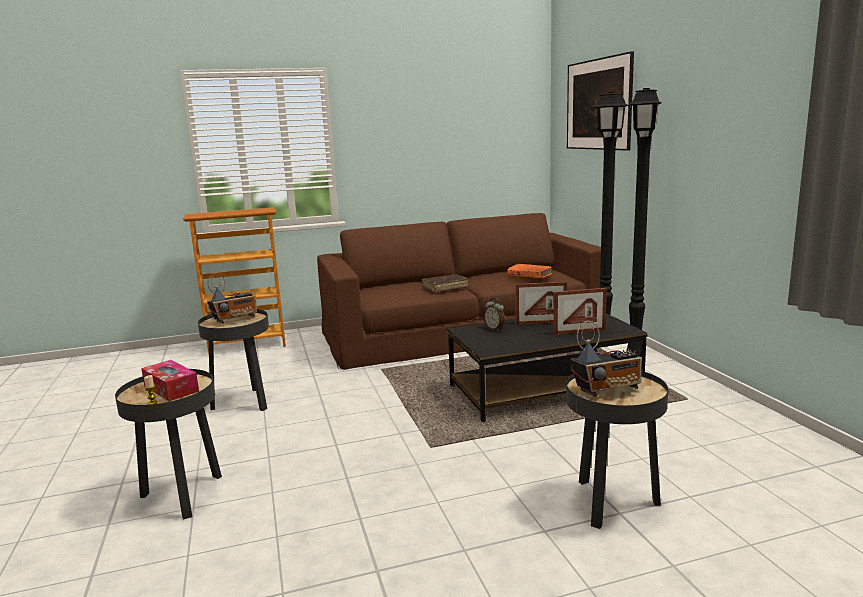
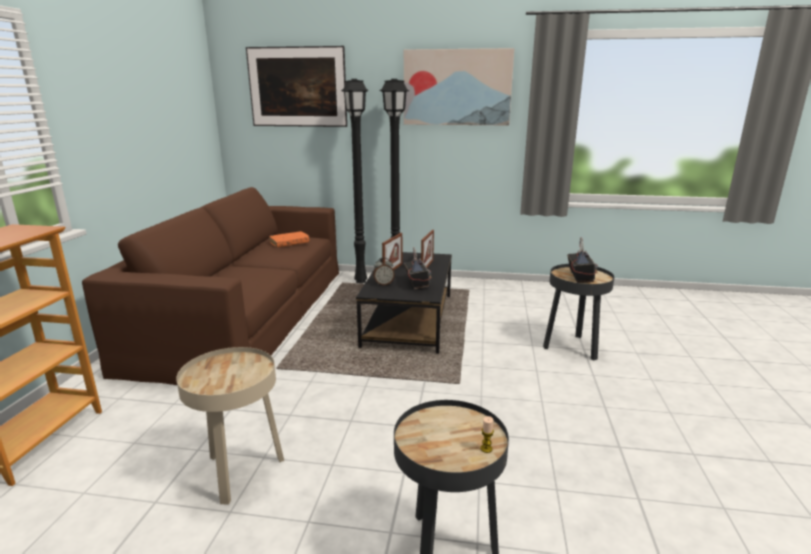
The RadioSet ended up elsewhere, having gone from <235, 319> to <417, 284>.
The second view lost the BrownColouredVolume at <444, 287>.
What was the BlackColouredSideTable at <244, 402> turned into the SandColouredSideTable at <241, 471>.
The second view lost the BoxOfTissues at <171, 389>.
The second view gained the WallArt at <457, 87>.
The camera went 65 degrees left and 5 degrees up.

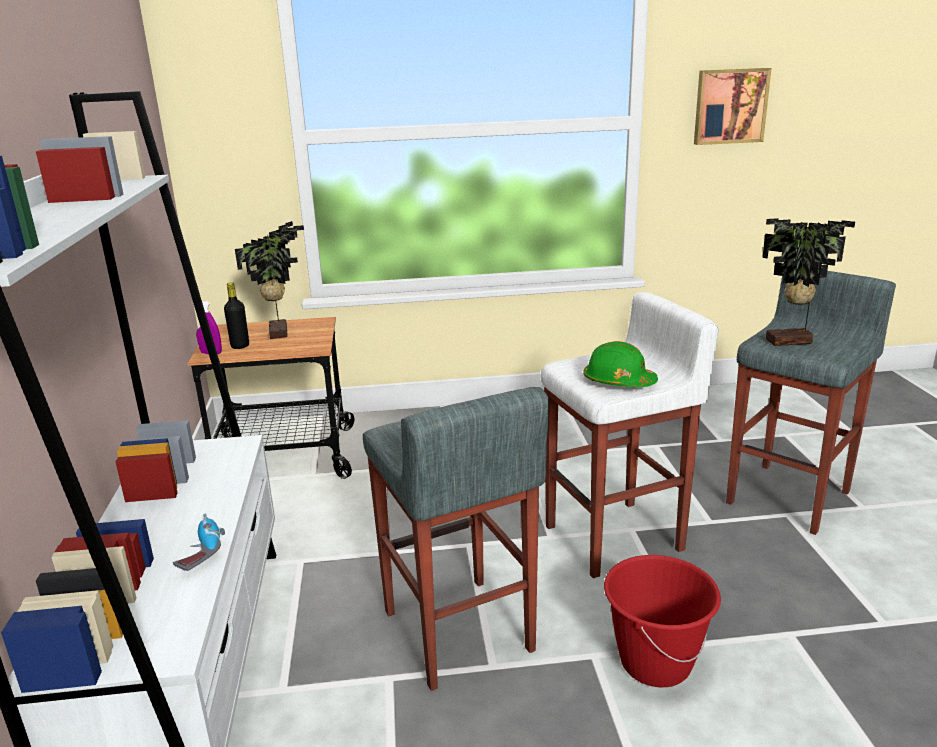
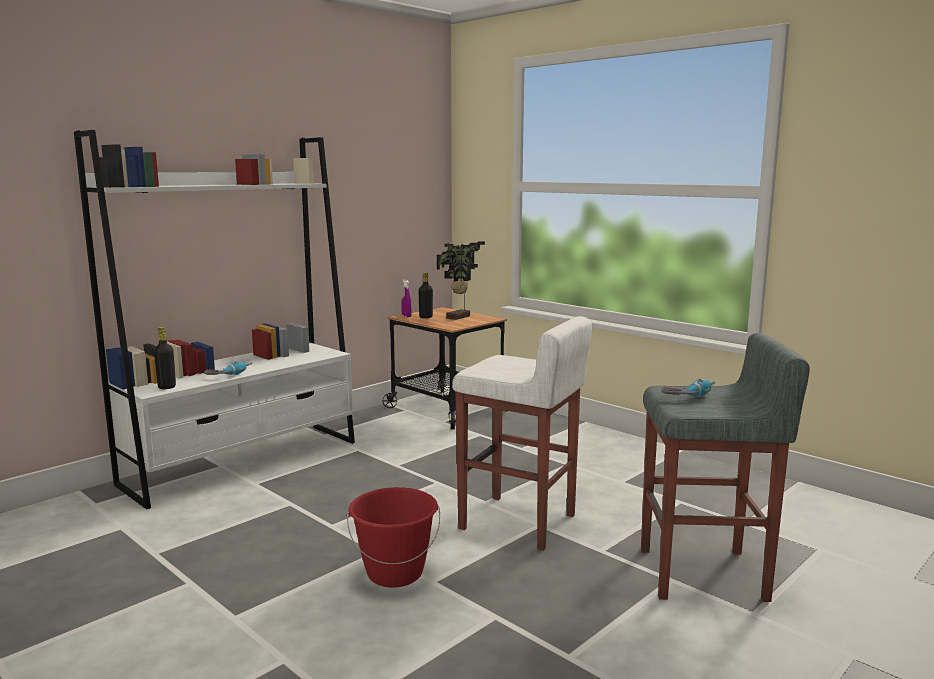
The second view lost the WallArt at <730, 106>.
Where the PottedPlant stood at <791, 342>, the PowerDrill came to stand at <689, 395>.
The second view lost the GreenColouredWorkHelmet at <618, 382>.
The second view lost the GreyishStoolSeat at <457, 632>.
The second view gained the BlackColouredBottle at <167, 387>.
The camera went 50 degrees right and 10 degrees down.

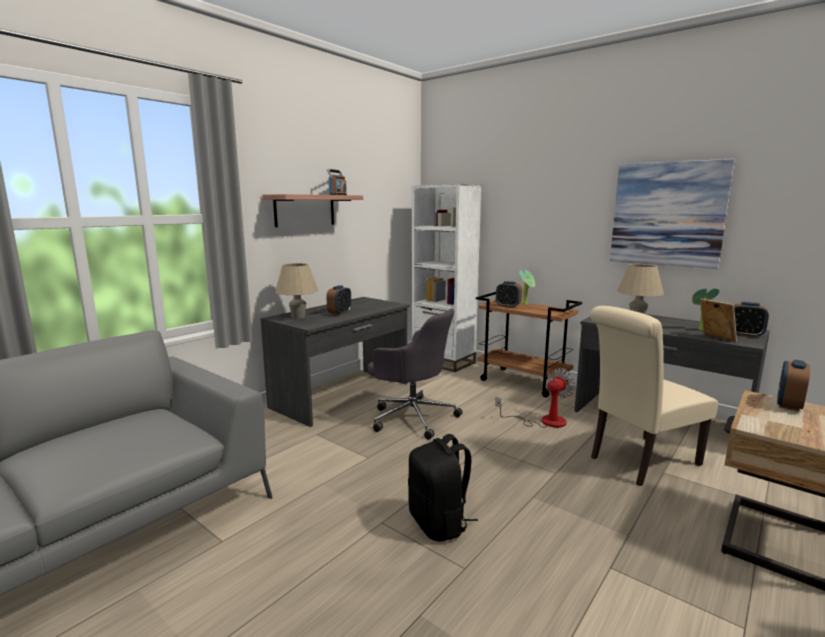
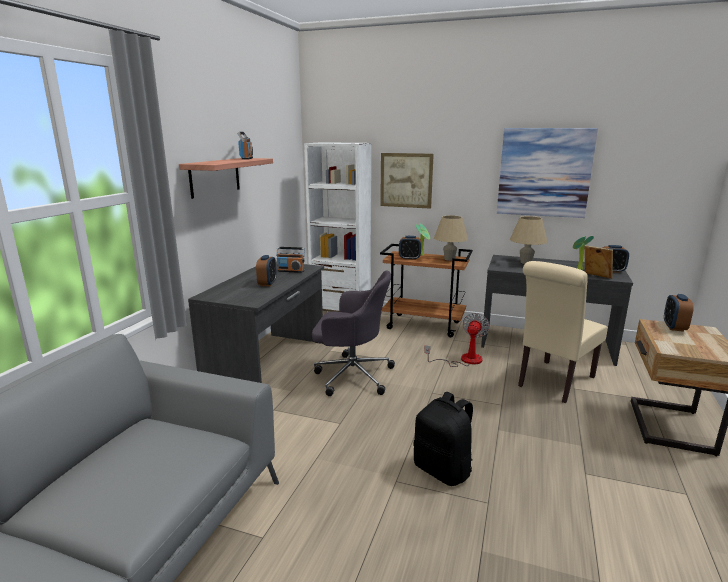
The SandColouredTableLamp ended up elsewhere, having gone from <298, 317> to <449, 259>.
The second view gained the WallArt at <406, 180>.
The second view gained the RadioSet at <291, 271>.
The camera went 20 degrees left and 5 degrees up.

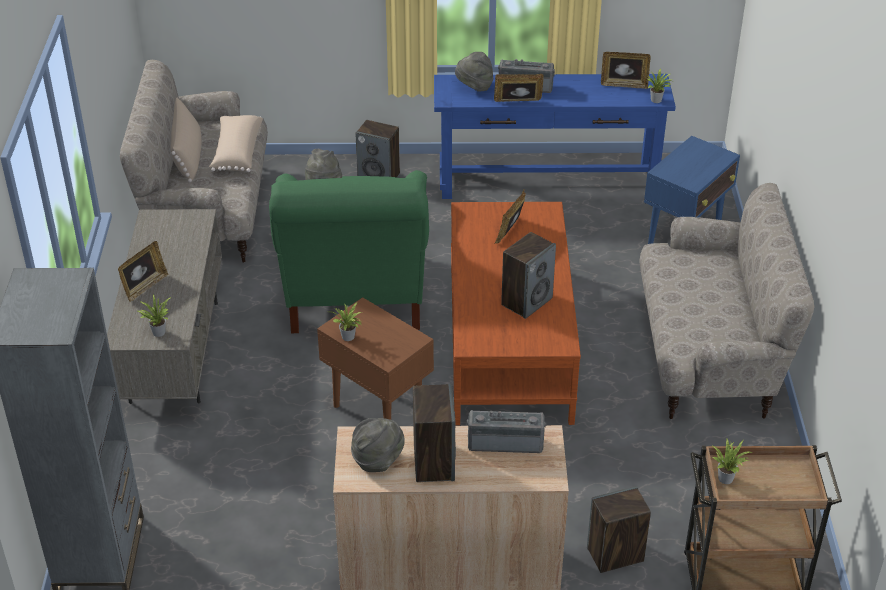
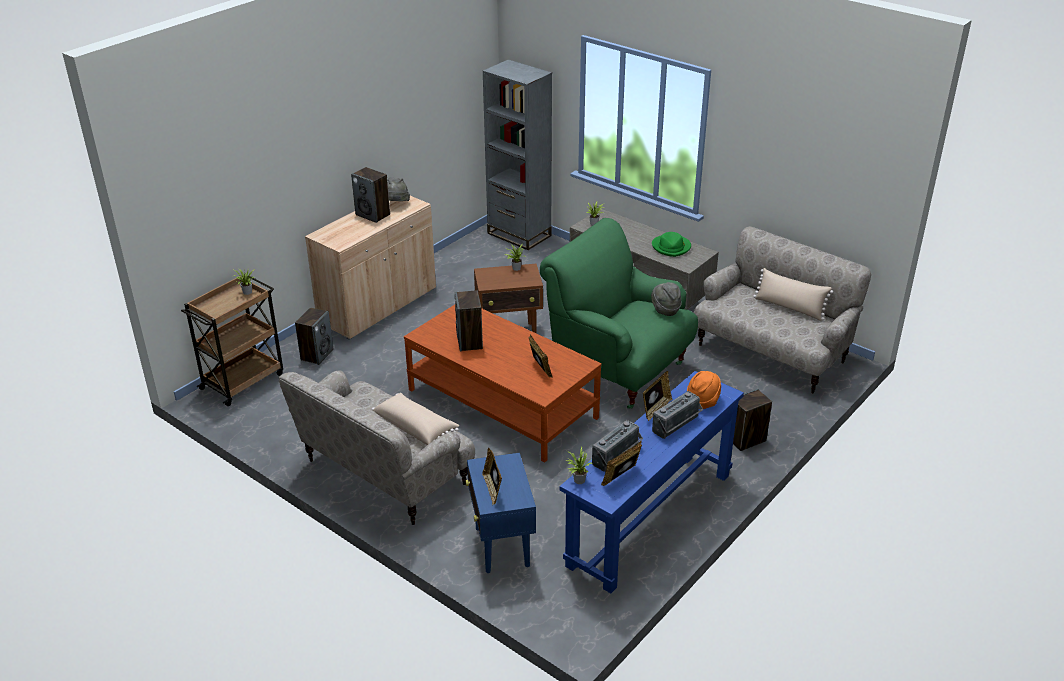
What was the GreyishWearableHat at <474, 87> turned into the OrangeyWearableHat at <703, 401>.
The SandColouredThrowPillow ended up elsewhere, having gone from <236, 153> to <416, 427>.
The StandingFrame ended up elsewhere, having gone from <144, 287> to <492, 489>.
The RadioSet ended up elsewhere, having gone from <505, 441> to <617, 457>.
The second view gained the GreenColouredWearableHat at <671, 247>.
The camera went 130 degrees right and 5 degrees down.

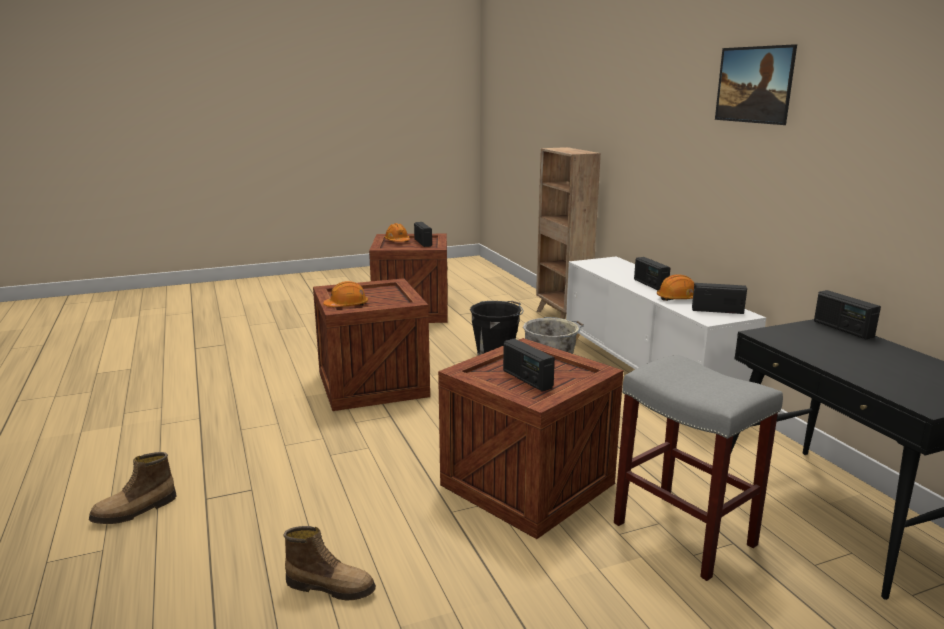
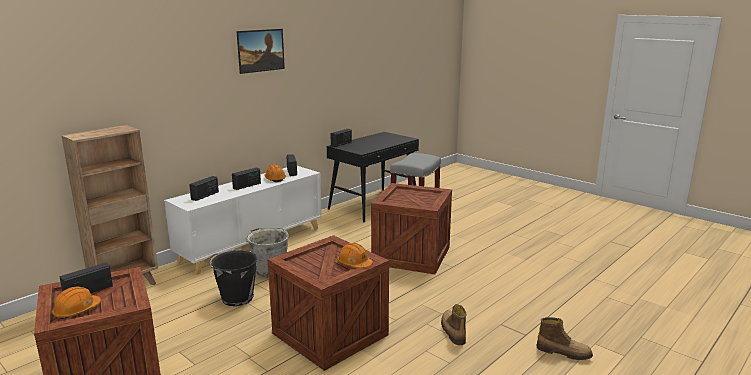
The RadioSet ended up elsewhere, having gone from <527, 379> to <205, 196>.
The TallBoot ended up elsewhere, having gone from <331, 586> to <452, 331>.
The camera went 115 degrees left and 0 degrees up.

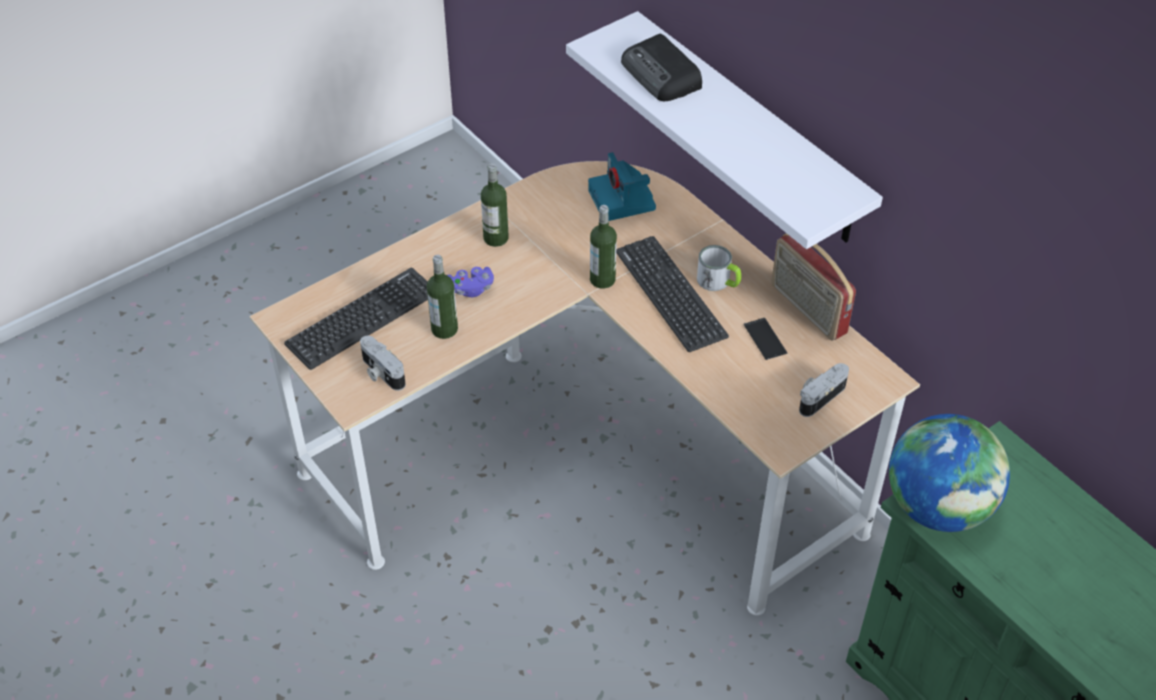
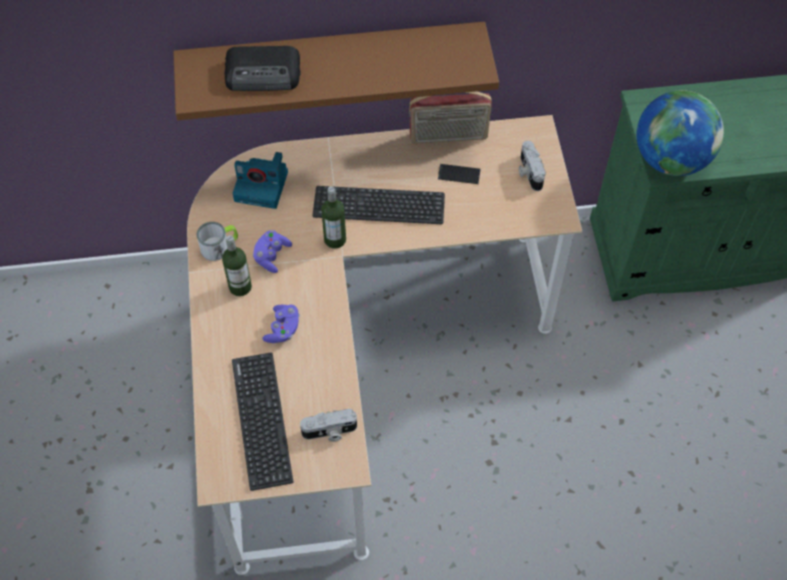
What was the WhiteShelf at <748, 129> turned into the BrownColouredShelf at <332, 60>.
The CoffeeMug ended up elsewhere, having gone from <718, 282> to <220, 247>.
The second view lost the Bottle at <444, 329>.
The second view gained the PurpleGameController at <272, 256>.
The camera went 60 degrees left and 10 degrees up.

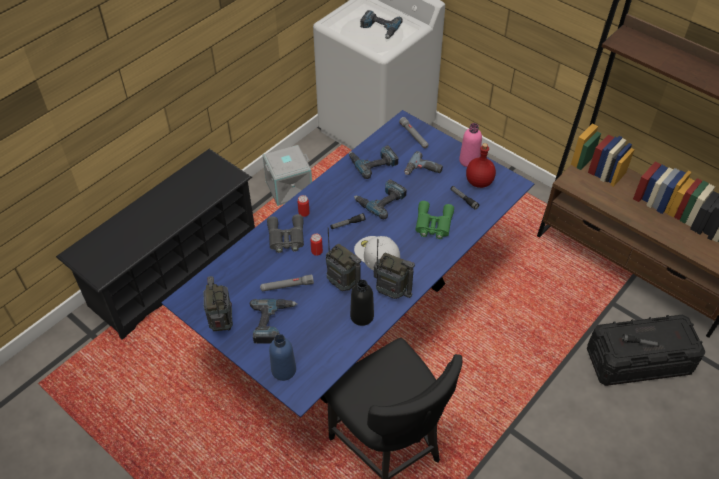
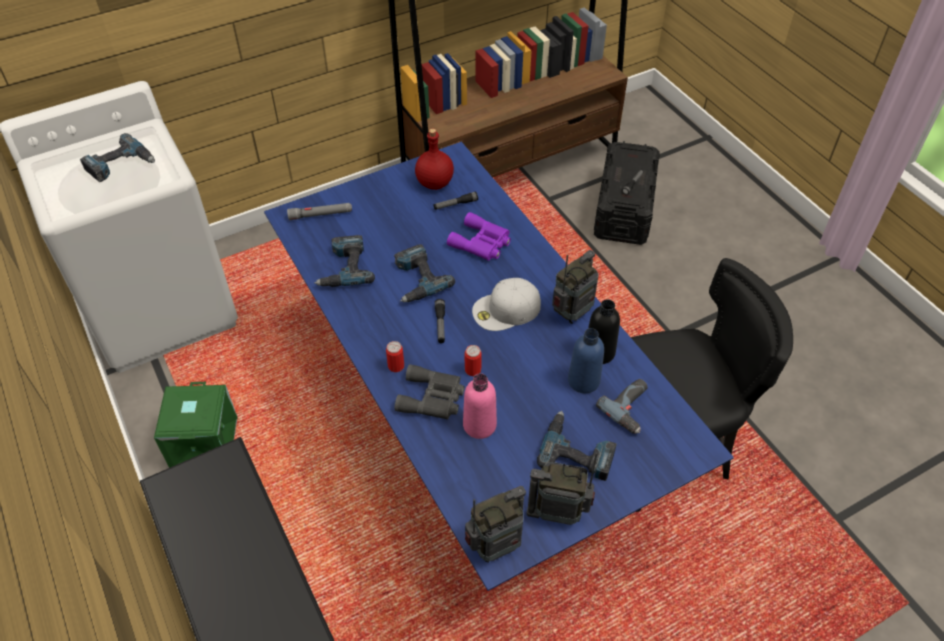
The PinkColouredBottle ended up elsewhere, having gone from <469, 161> to <479, 425>.
What was the GreyishStorageContainer at <289, 188> turned into the GreenColouredStorageContainer at <203, 443>.
The PowerDrill ended up elsewhere, having gone from <423, 171> to <631, 409>.
What was the GreenColouredPairOfBinoculars at <433, 224> turned into the PurplePairOfBinoculars at <481, 243>.
The RadioSet ended up elsewhere, having gone from <342, 284> to <495, 546>.
The second view lost the GreyishTorch at <287, 286>.
The BluishBottle ended up elsewhere, having gone from <283, 370> to <583, 381>.
The camera went 70 degrees left and 0 degrees up.

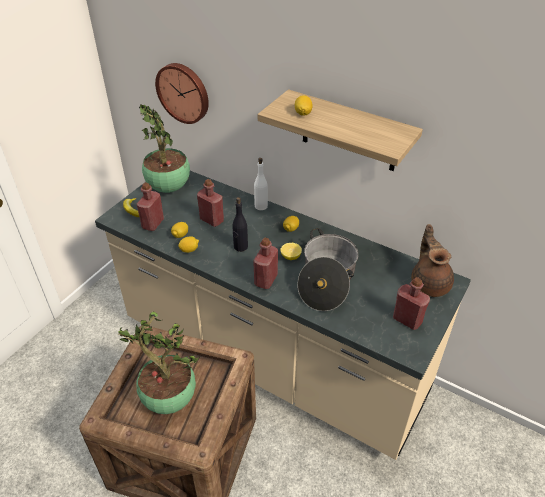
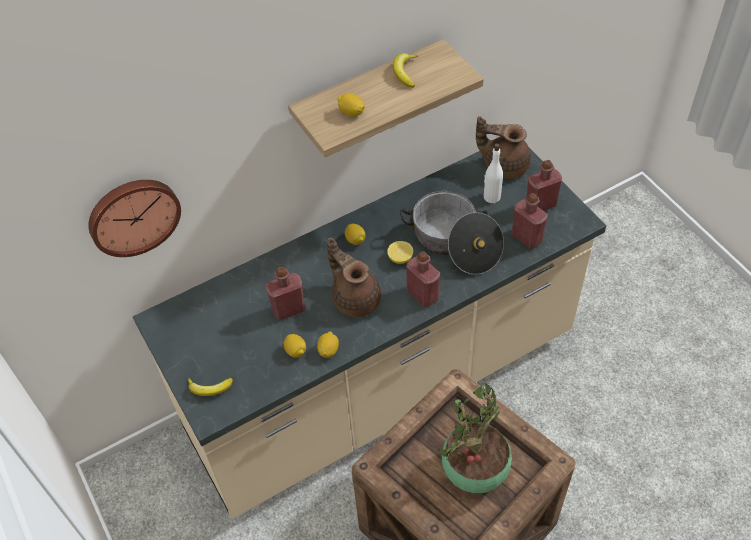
The second view lost the PottedPlant at <169, 188>.
The WhiteBottle ended up elsewhere, having gone from <261, 206> to <491, 197>.
The RedBottle ended up elsewhere, having gone from <153, 224> to <526, 237>.
Where the BlackColouredBottle stood at <240, 247>, the BrownColouredTeapot came to stand at <355, 298>.
The second view gained the Banana at <405, 72>.
The camera went 60 degrees left and 10 degrees up.

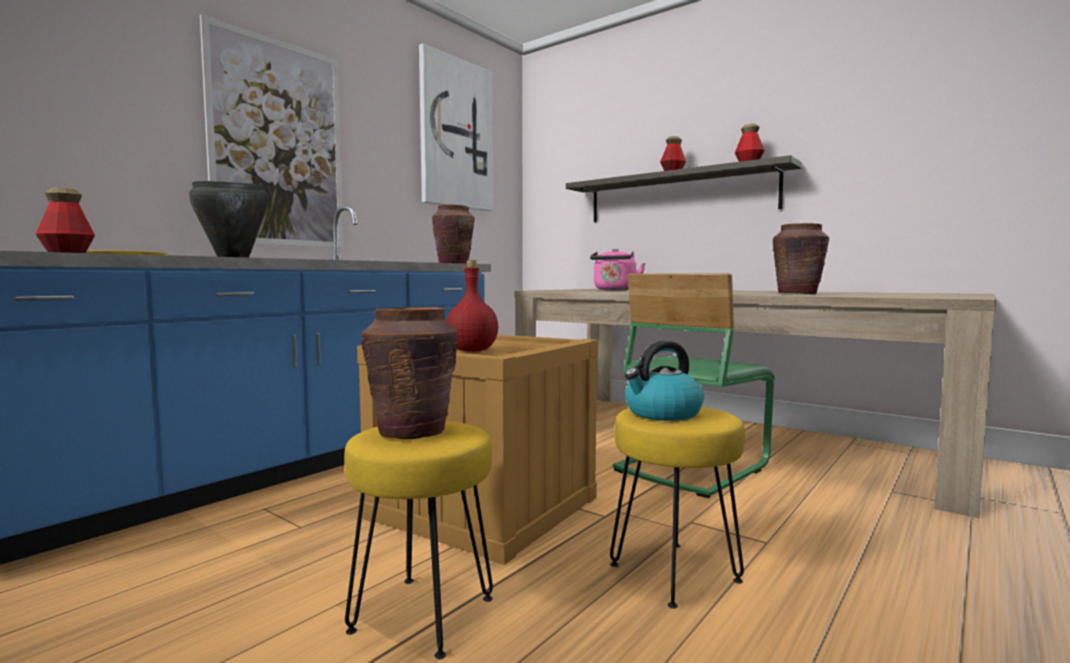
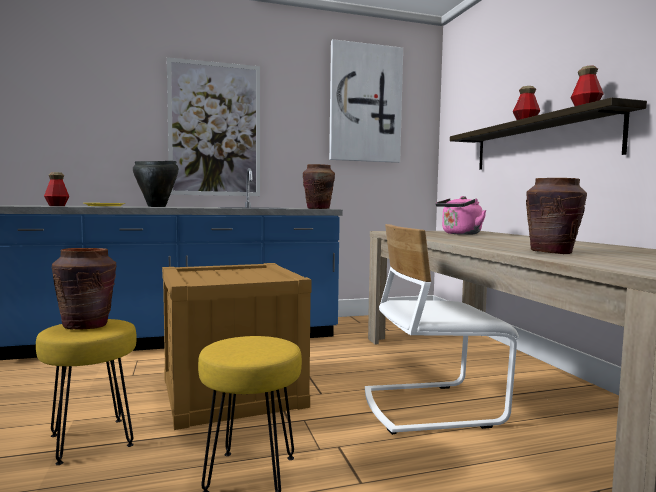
The second view lost the RedBottle at <473, 350>.
What was the GreenColouredPlainChair at <690, 468> turned into the WhitePlainChair at <430, 407>.
The second view lost the TeaKettle at <662, 414>.
The camera went 35 degrees right and 0 degrees up.

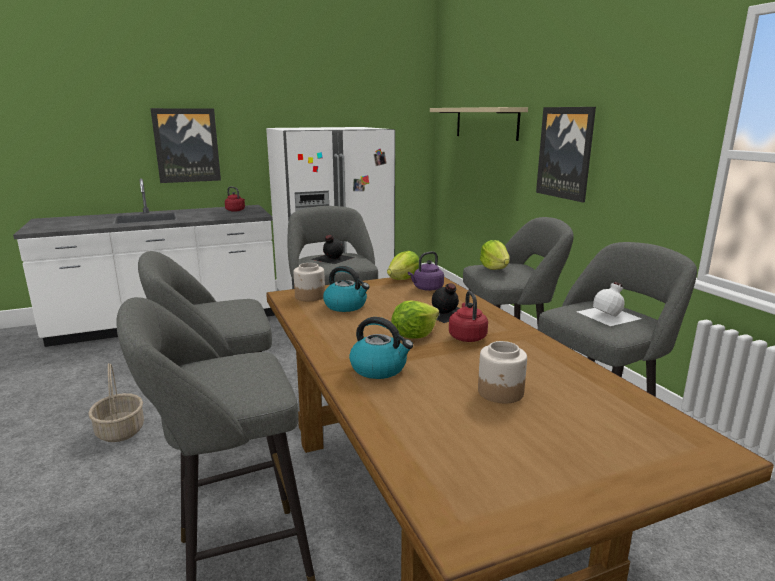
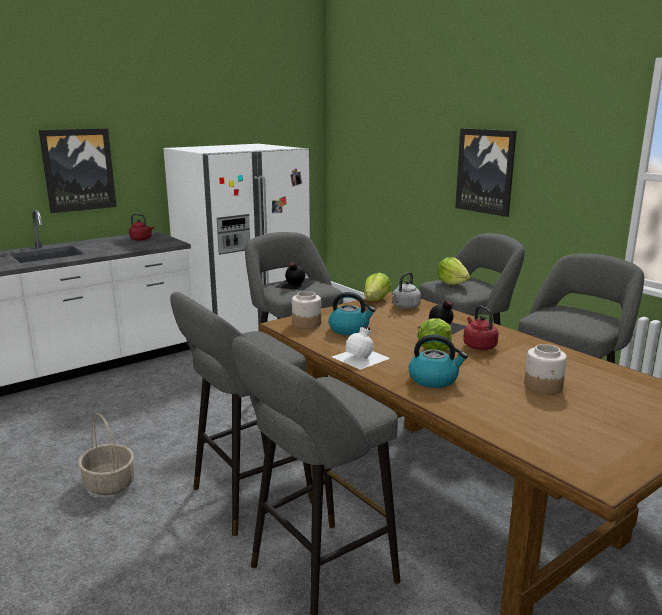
The second view lost the SandColouredShelf at <486, 123>.
What was the PurpleTeaKettle at <426, 288> turned into the GreyishTeaKettle at <405, 307>.
The WhiteBottle ended up elsewhere, having gone from <609, 315> to <361, 357>.
The camera went 15 degrees left and 0 degrees up.

